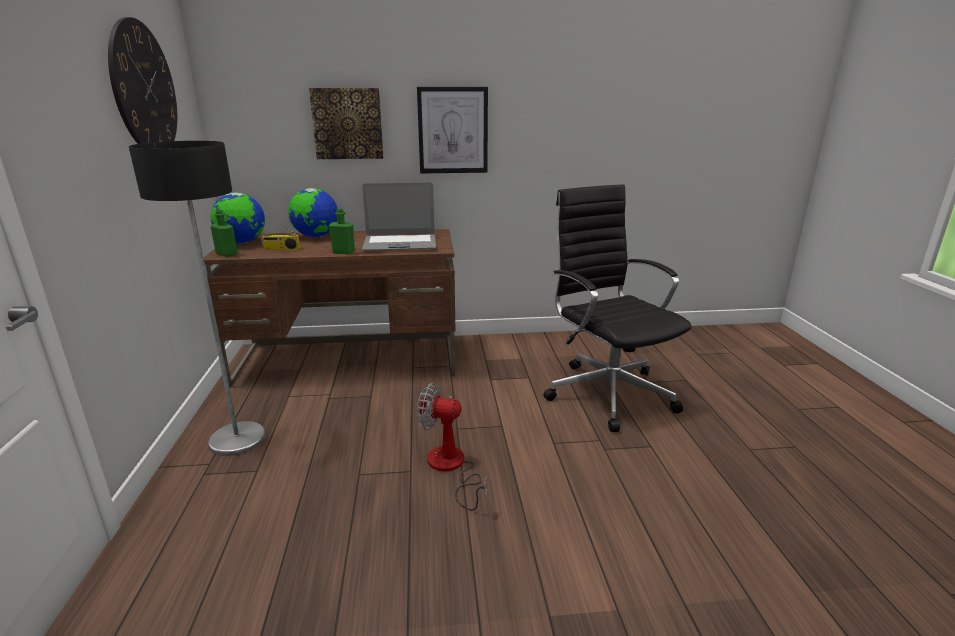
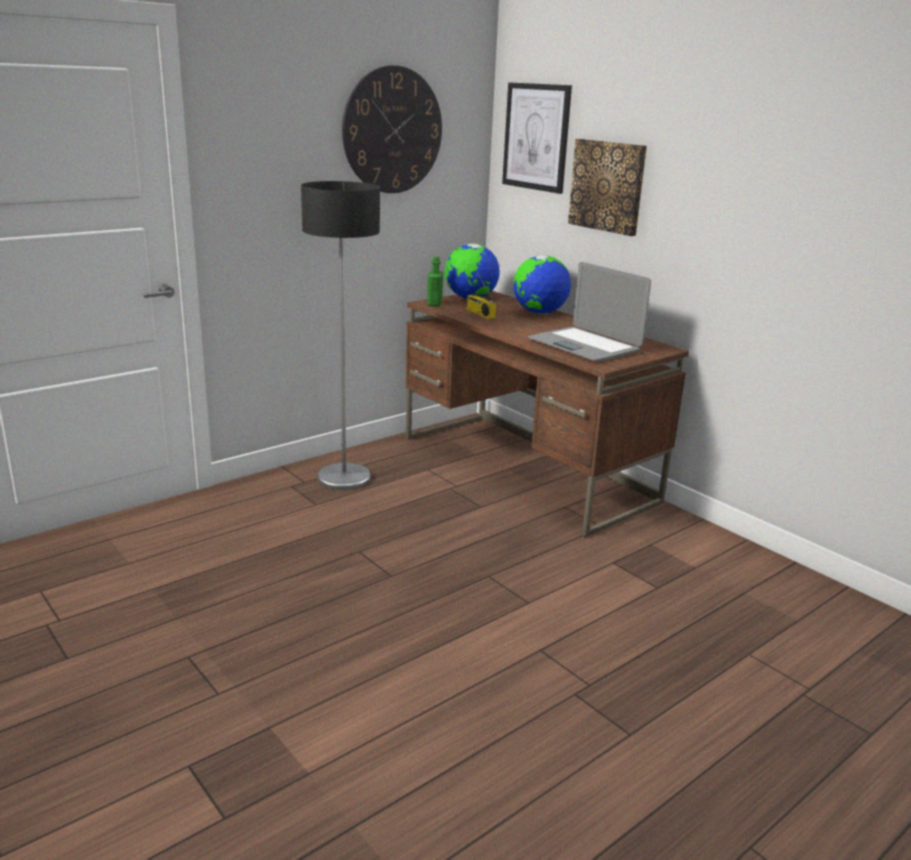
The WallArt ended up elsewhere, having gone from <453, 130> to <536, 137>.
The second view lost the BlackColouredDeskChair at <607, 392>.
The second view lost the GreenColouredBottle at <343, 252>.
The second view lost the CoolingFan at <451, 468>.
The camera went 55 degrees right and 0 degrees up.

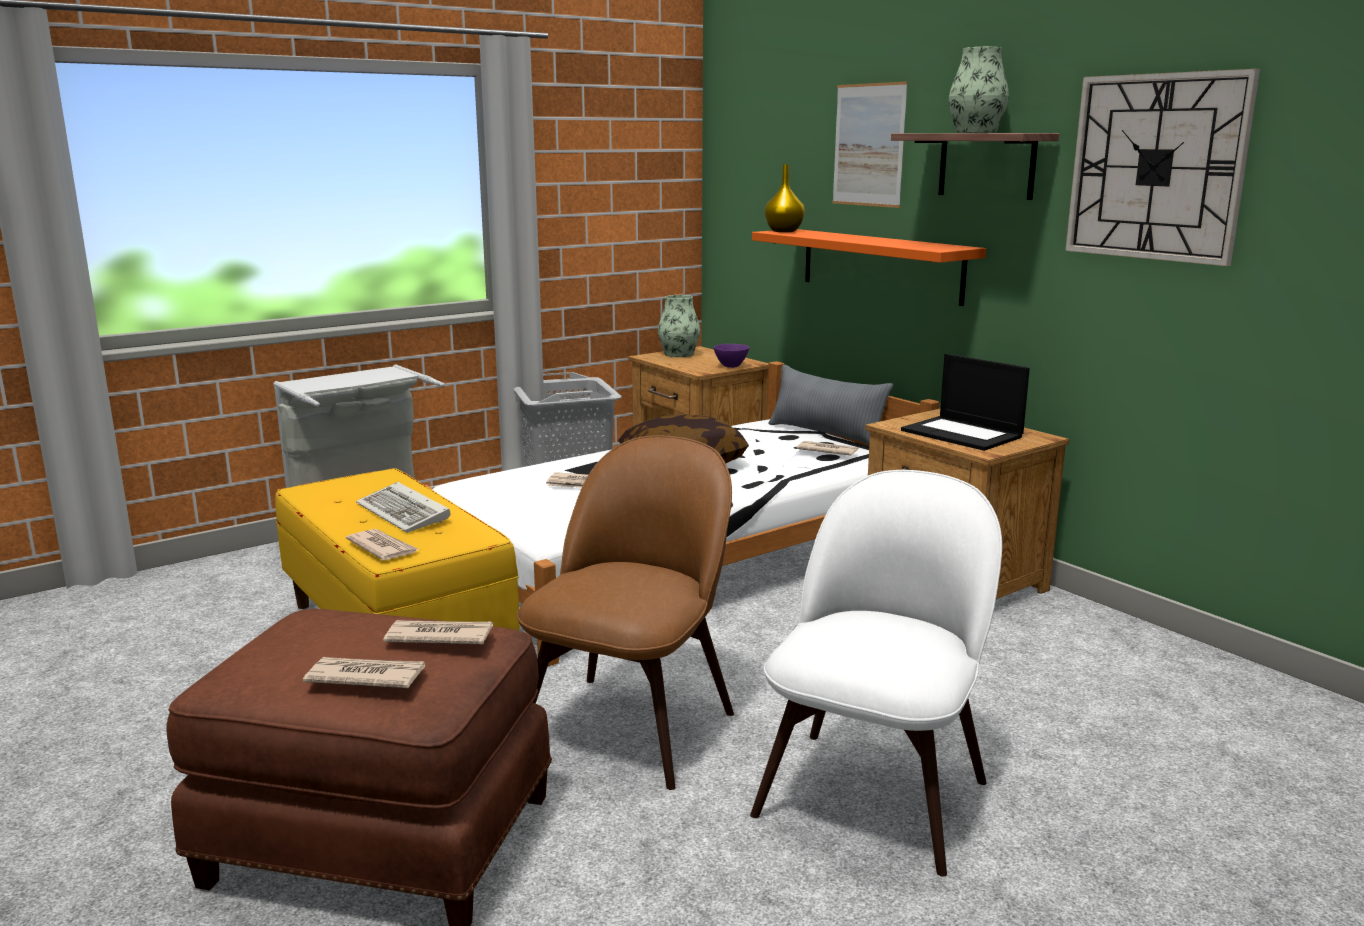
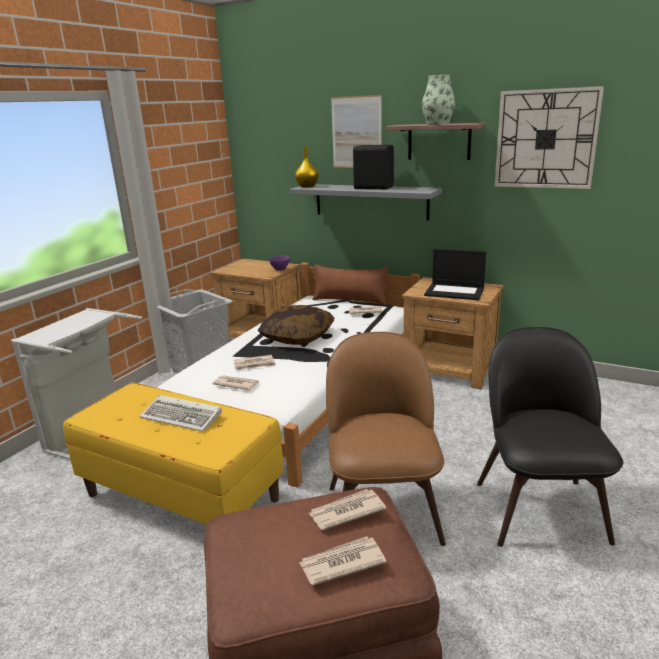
What was the OrangeyShelf at <880, 265> turned into the GreyishShelf at <370, 201>.
The second view lost the DecorativeVase at <678, 354>.
What was the GreyishThrowPillow at <826, 434> turned into the BrownColouredThrowPillow at <349, 300>.
What was the WhitePlainChair at <875, 792> turned into the BlackColouredPlainChair at <538, 507>.
The Newspaper ended up elsewhere, having gone from <383, 548> to <236, 384>.
The second view gained the BlackColouredLoudspeaker at <373, 188>.
The camera went 25 degrees left and 5 degrees up.

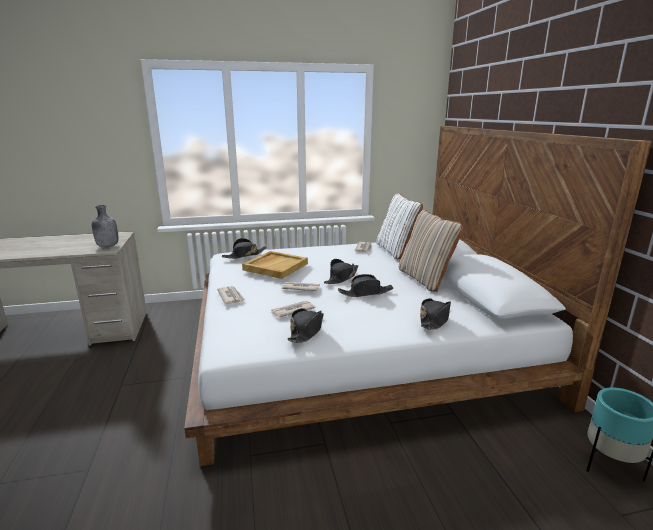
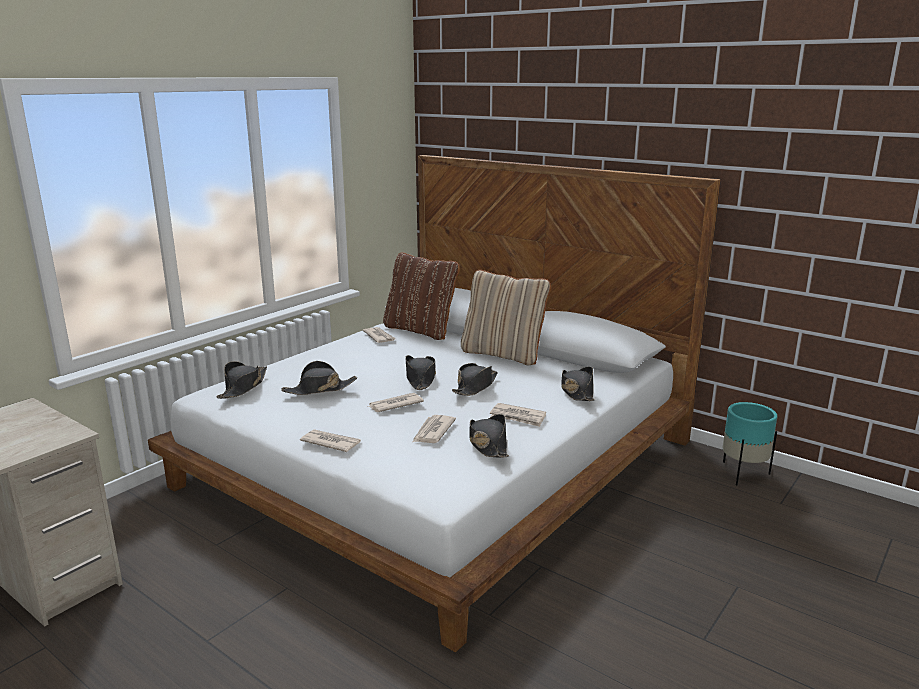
What was the WhiteThrowPillow at <396, 251> turned into the BrownColouredThrowPillow at <420, 330>.
The second view lost the GreyishBottle at <107, 246>.
Where the SandColouredTray stood at <275, 266>, the BlackColouredWearableHat came to stand at <319, 389>.
The second view gained the Newspaper at <518, 417>.
The camera went 40 degrees left and 0 degrees up.

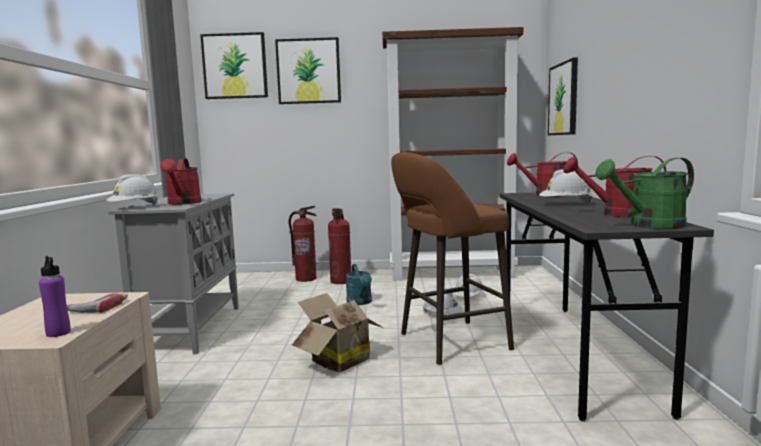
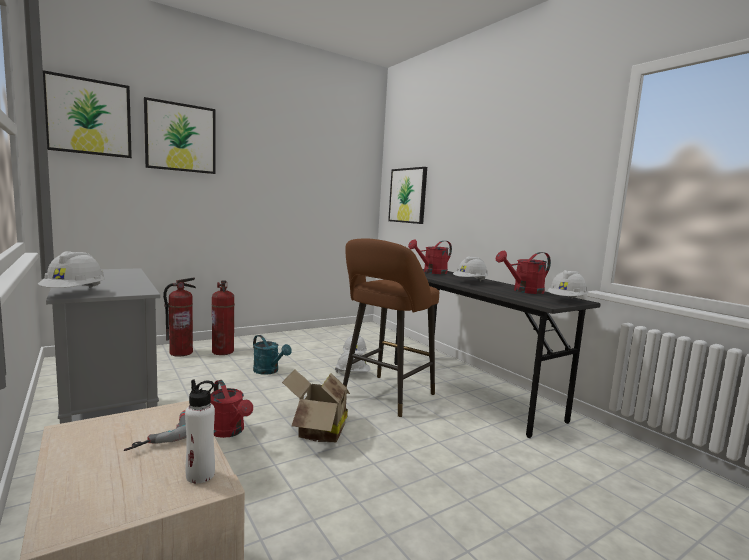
The second view lost the BrownColouredBookshelf at <452, 273>.
The RedWateringCan ended up elsewhere, having gone from <183, 203> to <230, 432>.
Where the GreenColouredWateringCan stood at <649, 225>, the WhiteWorkHelmet came to stand at <566, 301>.
What was the PurpleBottle at <58, 333> turned into the WhiteBottle at <200, 475>.
The camera went 35 degrees left and 0 degrees up.

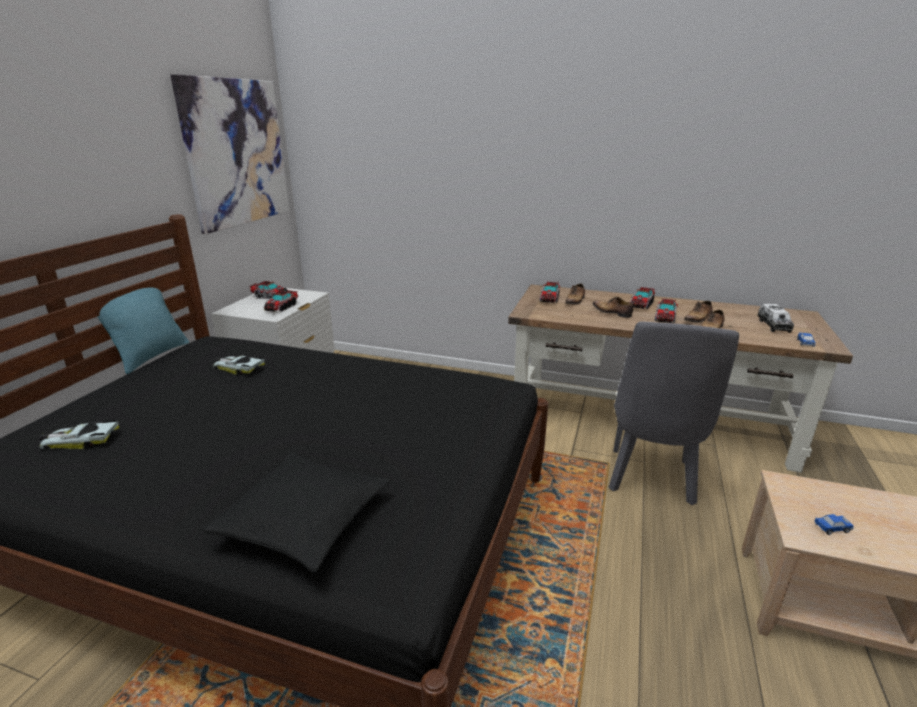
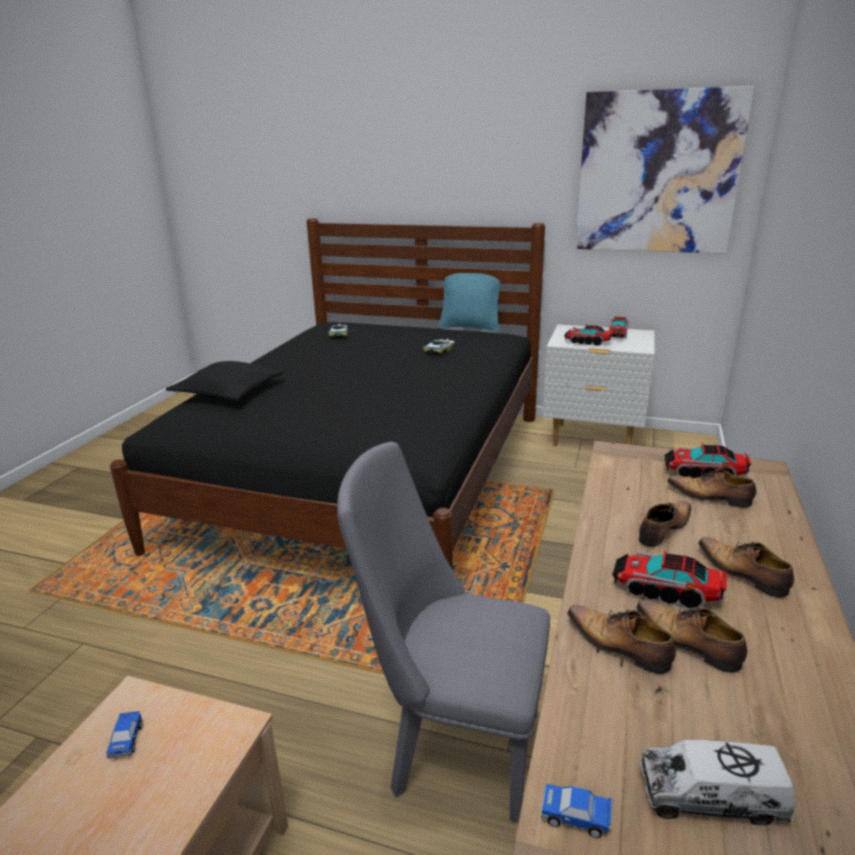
Where the ToyTruck stood at <641, 305>, the ItemOfFootwear came to stand at <742, 573>.
The camera went 90 degrees right and 0 degrees up.

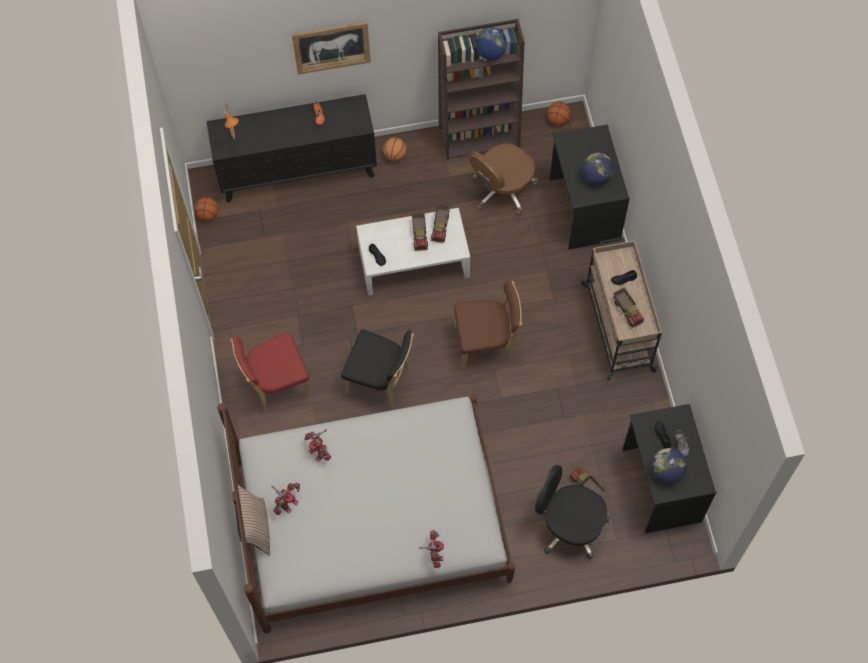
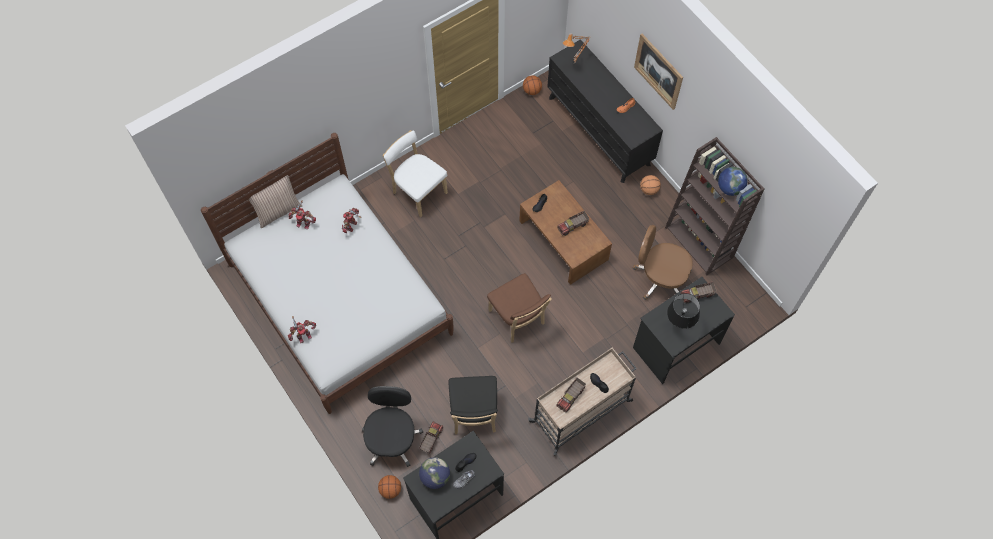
The BasketballBall ended up elsewhere, having gone from <558, 120> to <390, 489>.
Where the WorldGlobe stood at <596, 177>, the BlackColouredTableLamp came to stand at <679, 324>.
The ToyTruck ended up elsewhere, having gone from <441, 227> to <697, 295>.
What was the WhiteLowTable at <413, 261> turned into the BrownColouredLowTable at <564, 240>.
The BlackColouredPlainChair ended up elsewhere, having gone from <380, 381> to <474, 415>.
What was the RedPlainChair at <276, 384> turned into the WhitePlainChair at <418, 191>.
The camera went 65 degrees right and 0 degrees up.

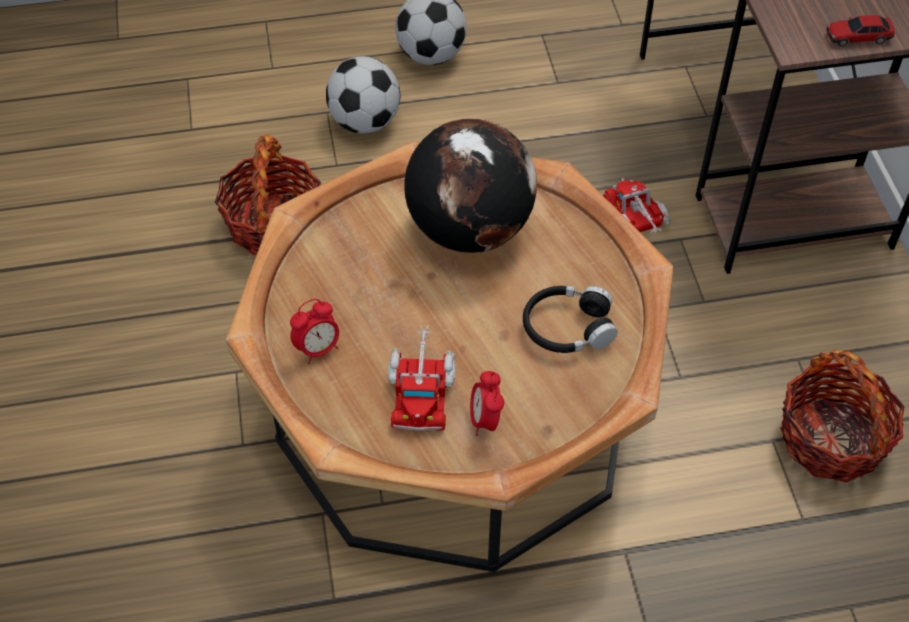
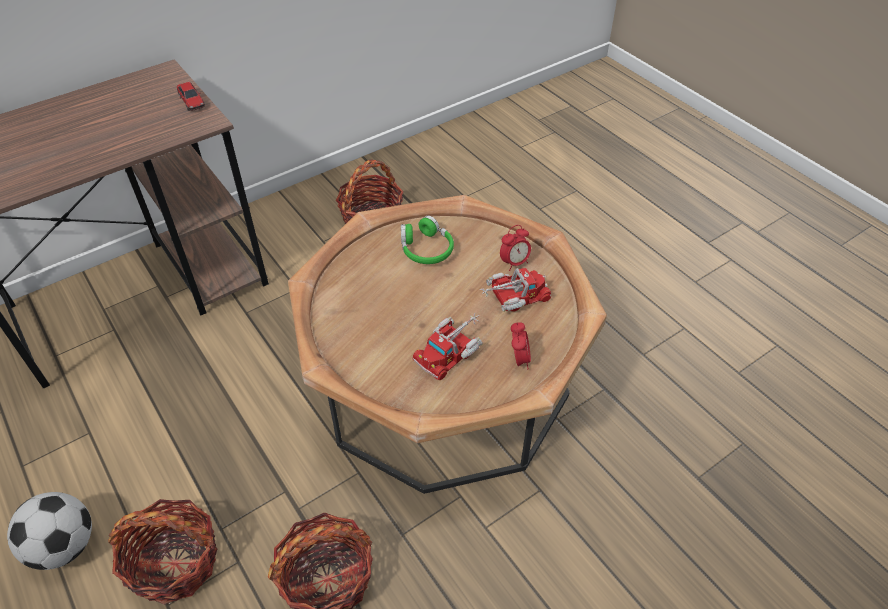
Where the Football stood at <365, 123>, the Basket came to stand at <175, 562>.
The second view lost the WorldGlobe at <469, 229>.
The ToyTruck ended up elsewhere, having gone from <636, 220> to <450, 350>.
What was the BlackColouredHeadphones at <567, 328> turned into the GreenColouredHeadphones at <426, 249>.
The BedsideClock at <318, 349> ended up facing another way, 60 degrees clockwise from before.
The camera went 115 degrees left and 5 degrees down.

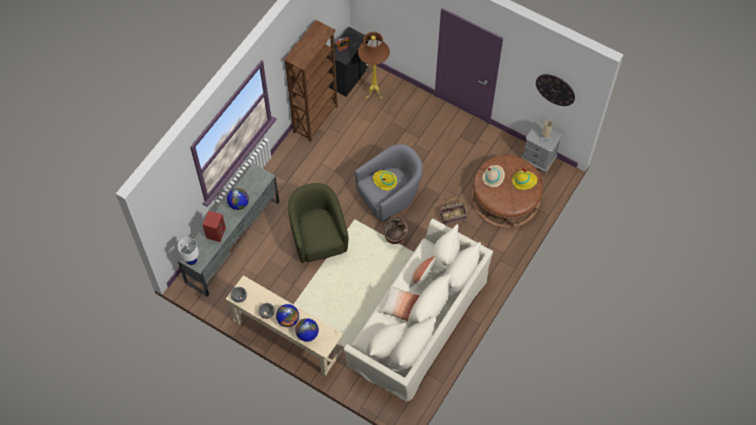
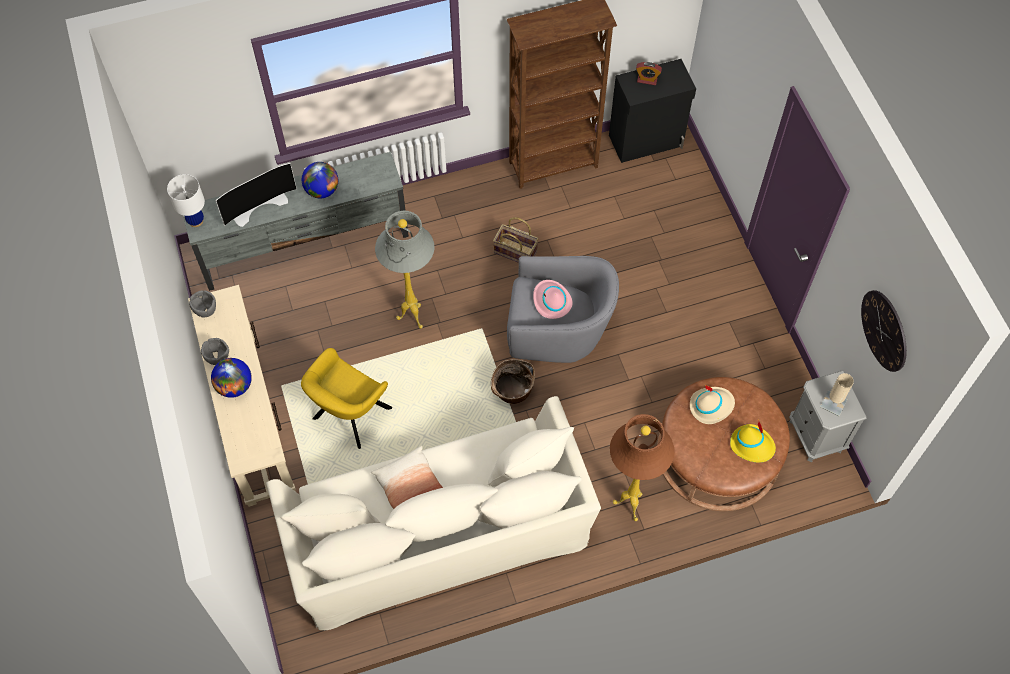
The BrownColouredStandingLamp ended up elsewhere, having gone from <374, 95> to <628, 506>.
What was the YellowishWearableHat at <385, 181> turned into the PinkColouredWearableHat at <551, 301>.
Where the GreenColouredLoungeChair stood at <318, 237>, the GreyishStandingLamp came to stand at <413, 318>.
The Basket ended up elsewhere, having gone from <453, 217> to <516, 251>.
Where the RedLoudspeaker stood at <215, 232>, the Television came to stand at <259, 205>.
The second view lost the ThrowPillow at <421, 277>.
The second view lost the WorldGlobe at <307, 334>.
The second view gained the YellowishLoungeChair at <349, 417>.
The camera went 40 degrees right and 0 degrees up.

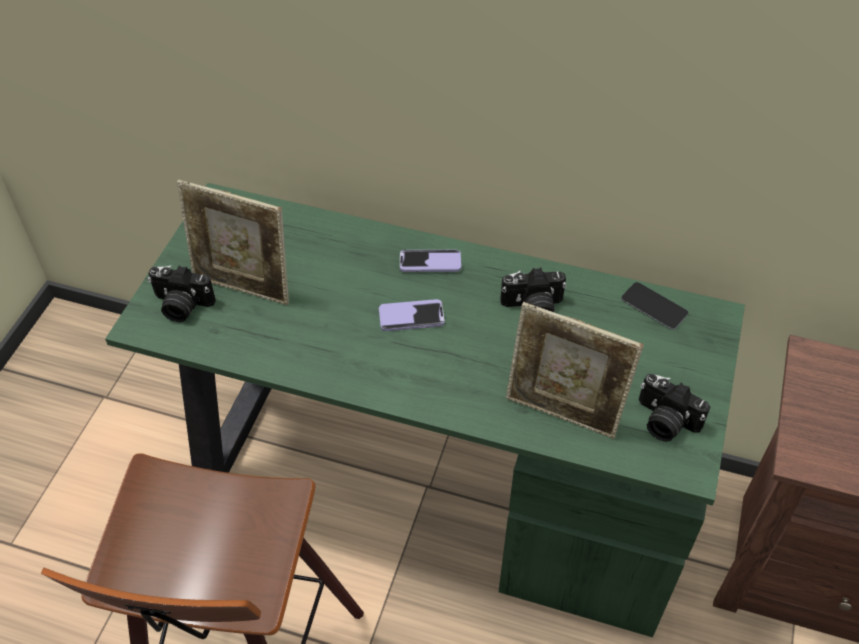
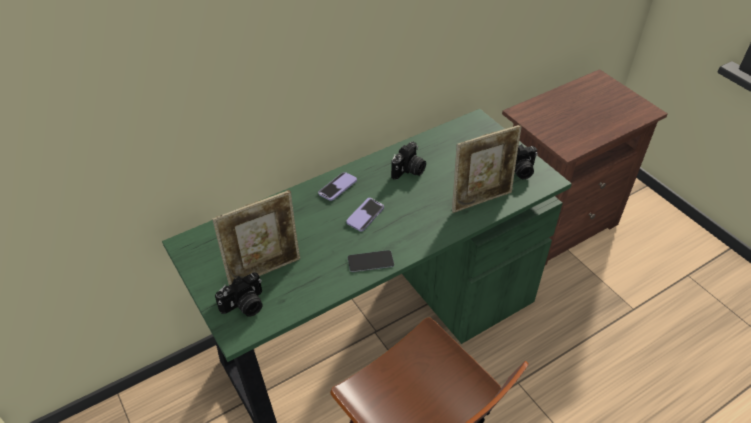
The Telephone ended up elsewhere, having gone from <654, 306> to <370, 261>.
The camera went 50 degrees left and 5 degrees down.

